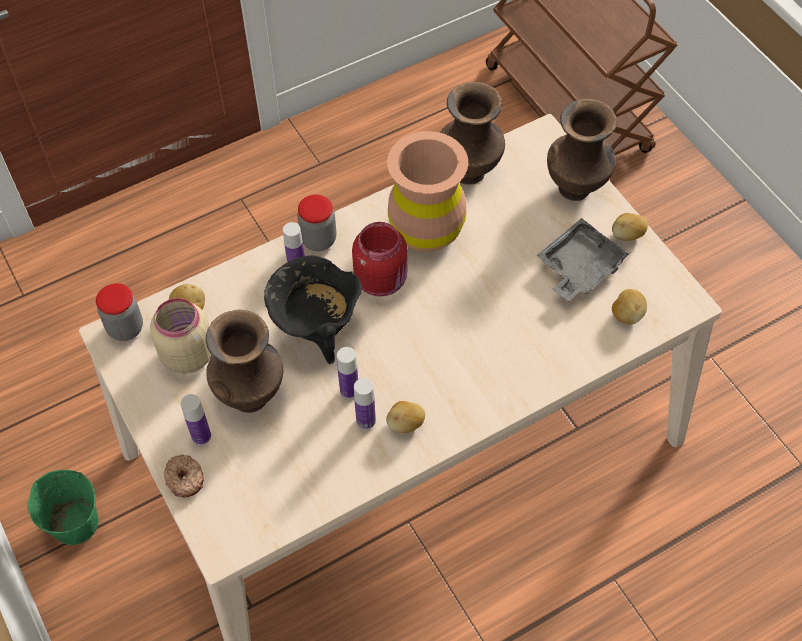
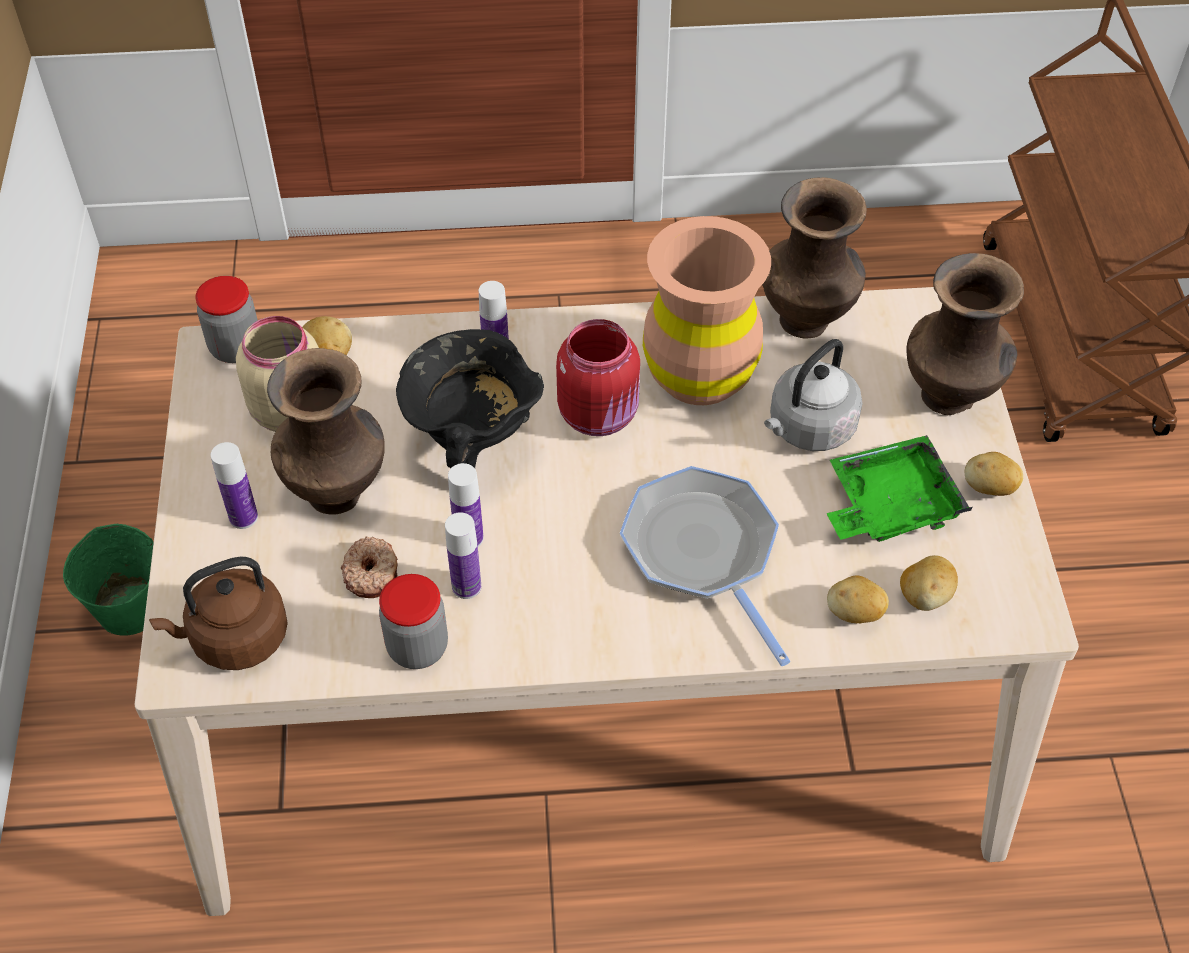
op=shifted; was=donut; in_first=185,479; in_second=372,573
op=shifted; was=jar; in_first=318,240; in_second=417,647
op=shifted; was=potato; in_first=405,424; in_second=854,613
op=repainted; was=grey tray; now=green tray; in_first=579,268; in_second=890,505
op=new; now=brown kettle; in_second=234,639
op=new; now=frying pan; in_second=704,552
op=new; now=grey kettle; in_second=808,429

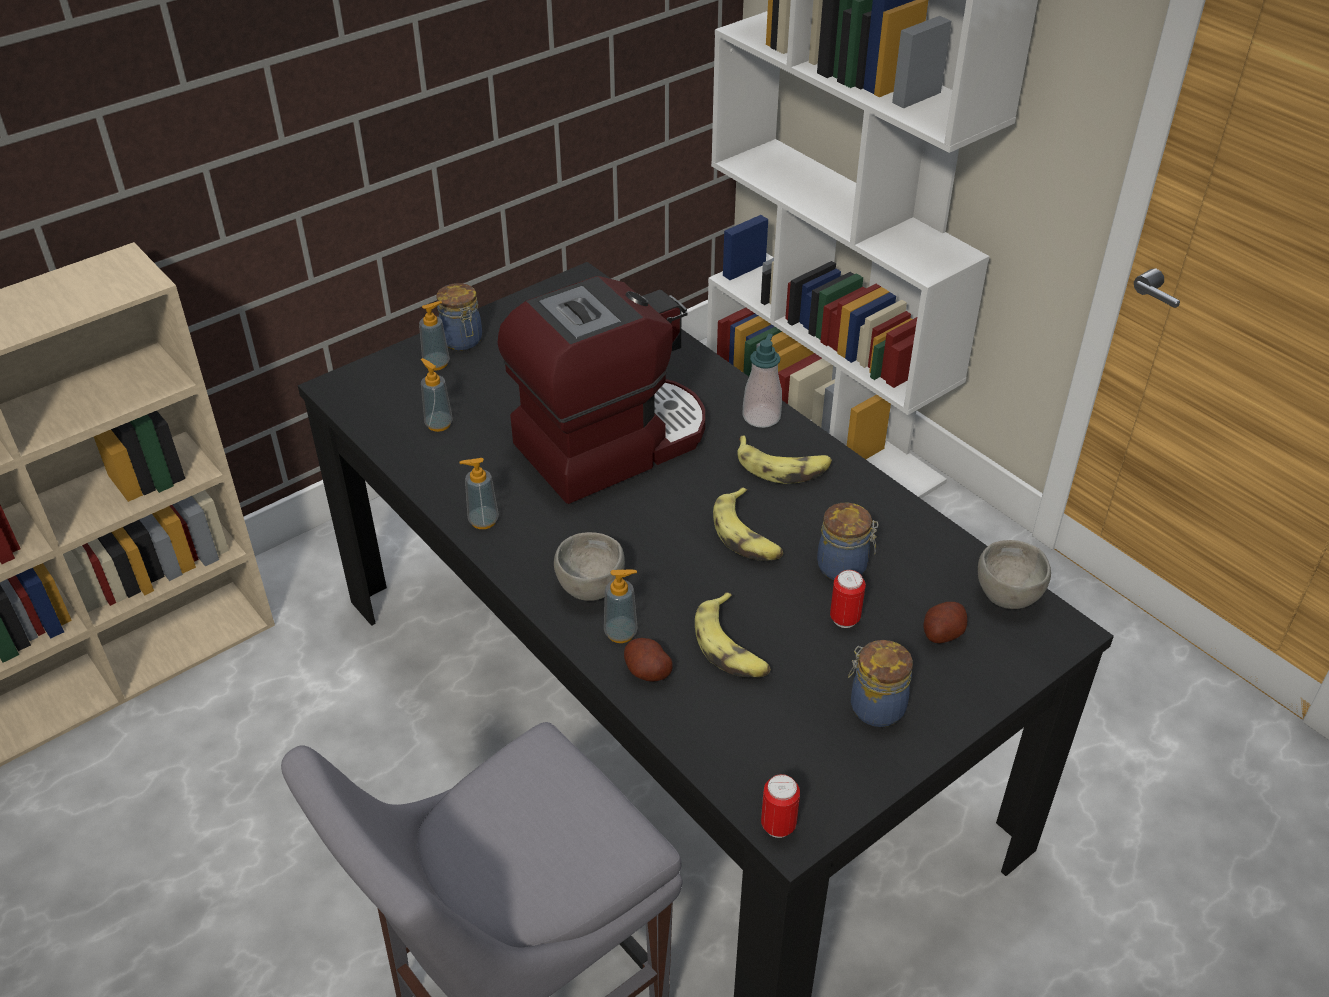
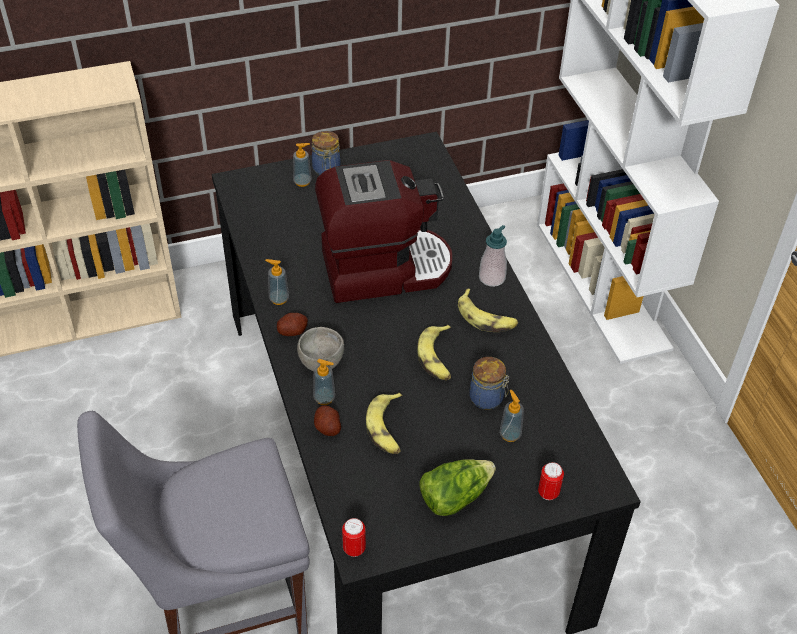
op=shifted; was=soap dispenser; in_first=439,424; in_second=510,434
op=shifted; was=can; in_first=844,619; in_second=548,493
op=swapped; was=jar; now=lettuce; in_first=875,706; in_second=454,496
op=shifted; was=potato; in_first=942,633; in_second=292,331
op=gone; was=grey bowl; in_first=1009,594

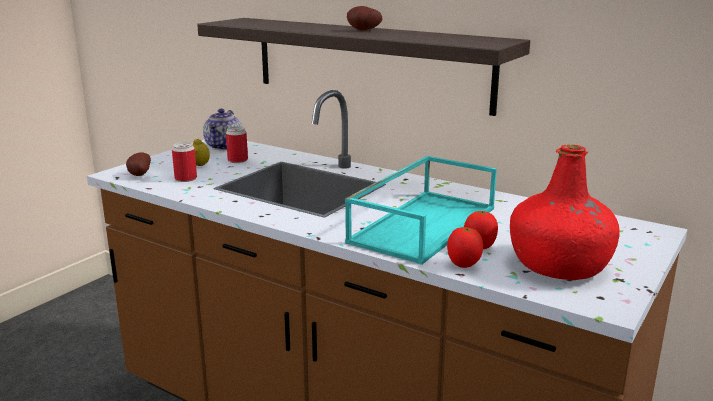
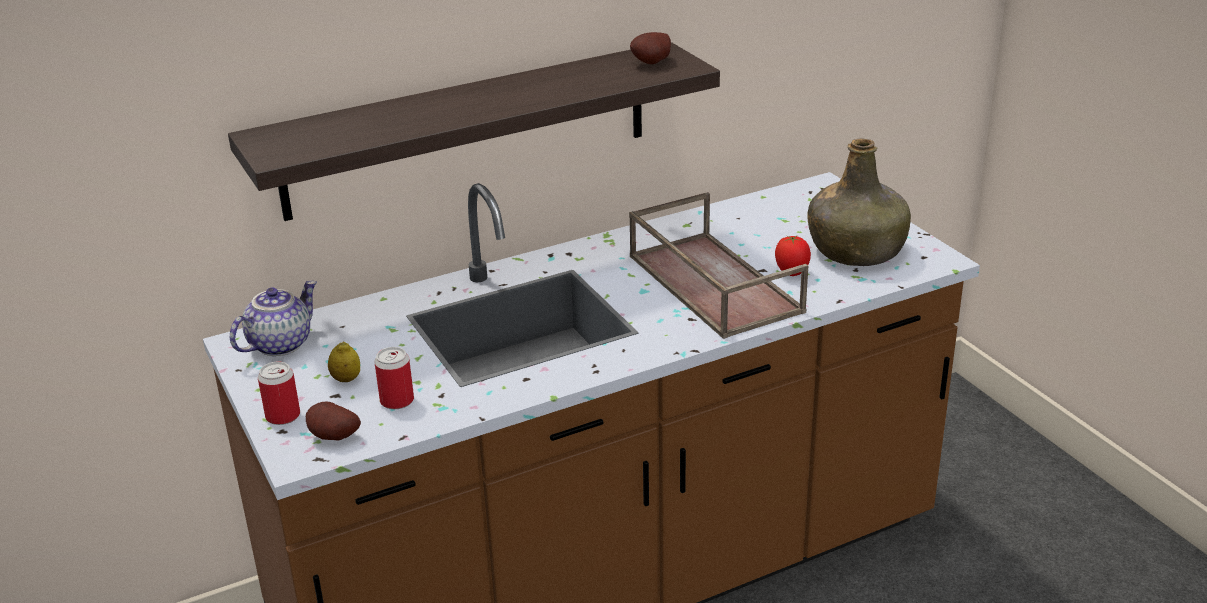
op=rotated; was=teapot; in_first=225,146; in_second=279,344; clockwise=-90
op=shifted; was=can; in_first=238,160; in_second=283,416
op=repainted; was=turquoise tray; now=brown tray; in_first=423,224; in_second=711,283
op=shifted; was=potato; in_first=362,30; in_second=653,63
op=gone; was=tomato; in_first=463,265
op=repainted; was=red bottle; now=green bottle; in_first=560,265; in_second=856,251

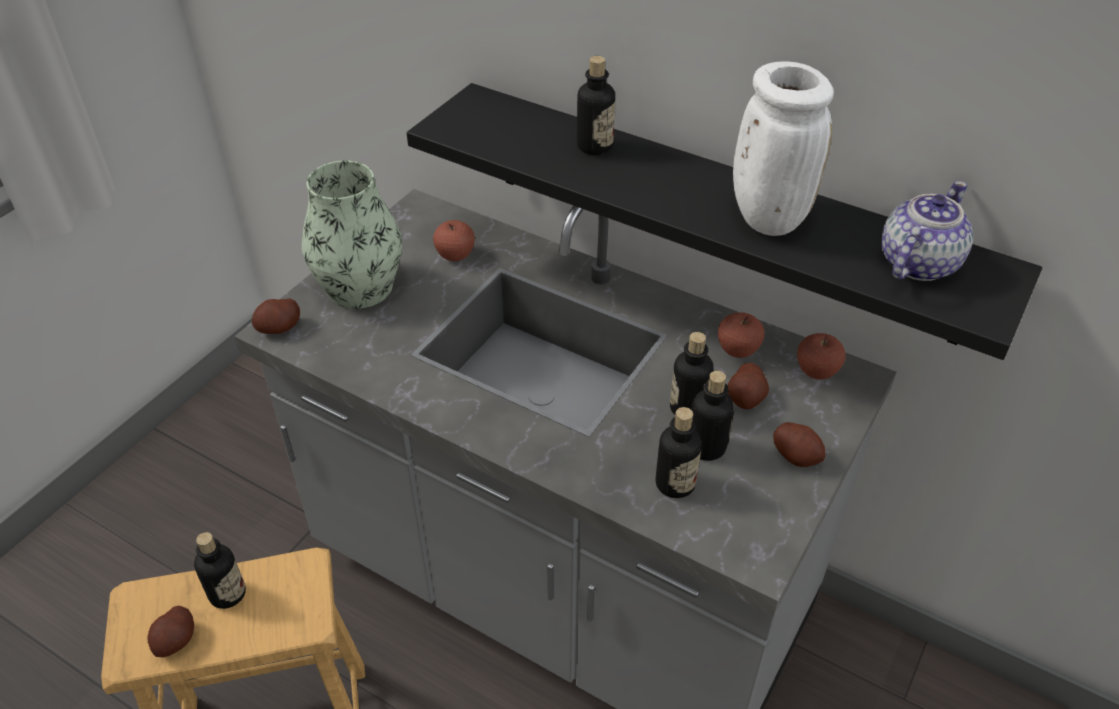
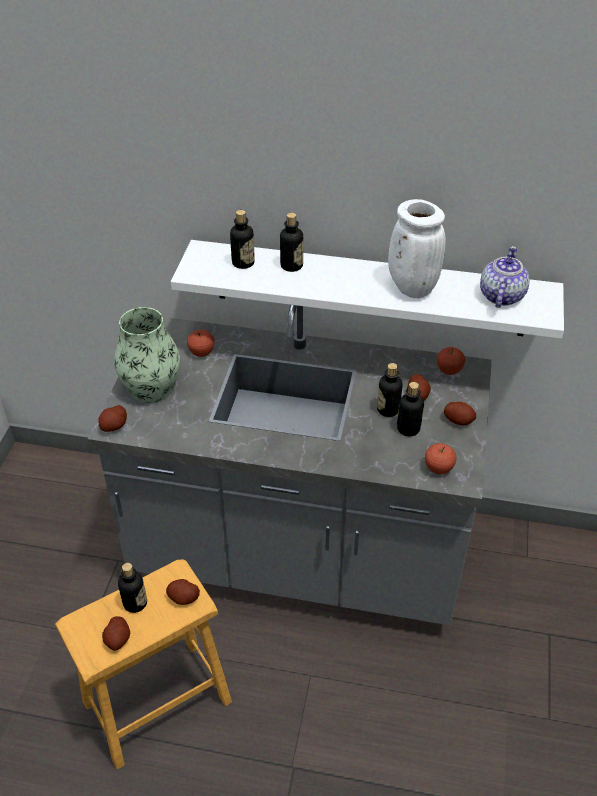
op=repainted; was=black shelf; now=white shelf; in_first=718,210; in_second=369,288
op=shifted; was=bottle; in_first=675,483; in_second=243,263
op=shifted; was=apple; in_first=737,350; in_second=438,468
op=new; now=potato; in_second=183,598

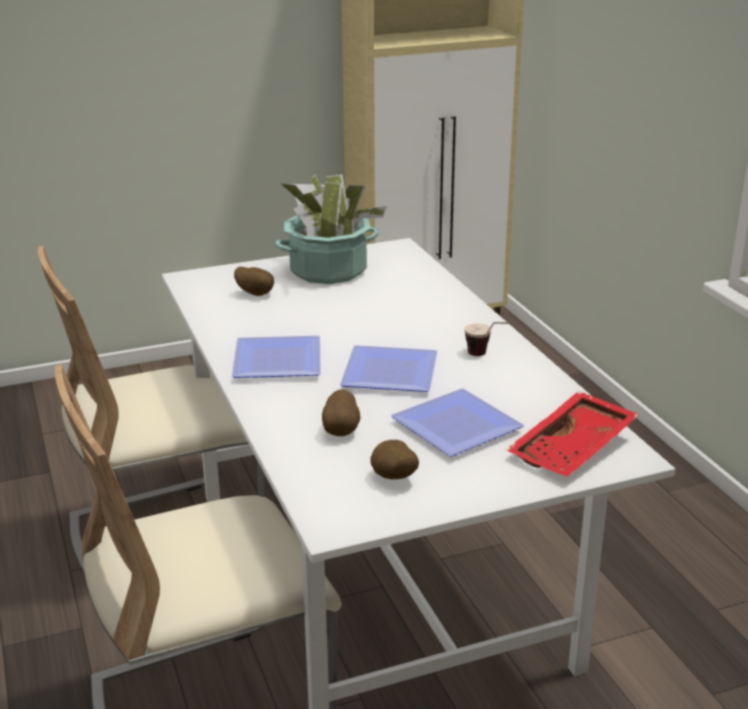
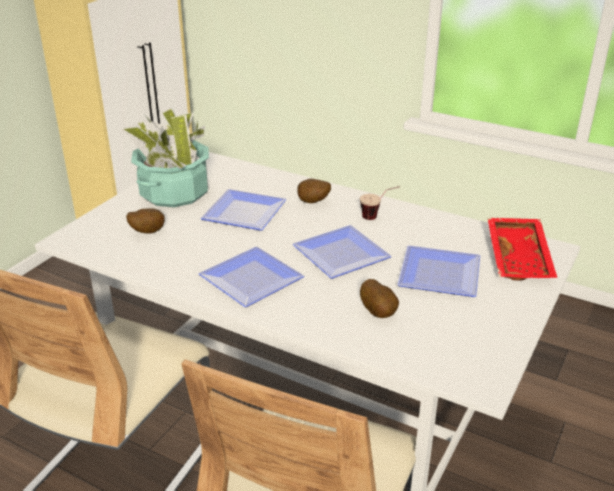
op=shifted; was=potato; in_first=393,479; in_second=313,203
op=new; now=plate; in_second=247,212

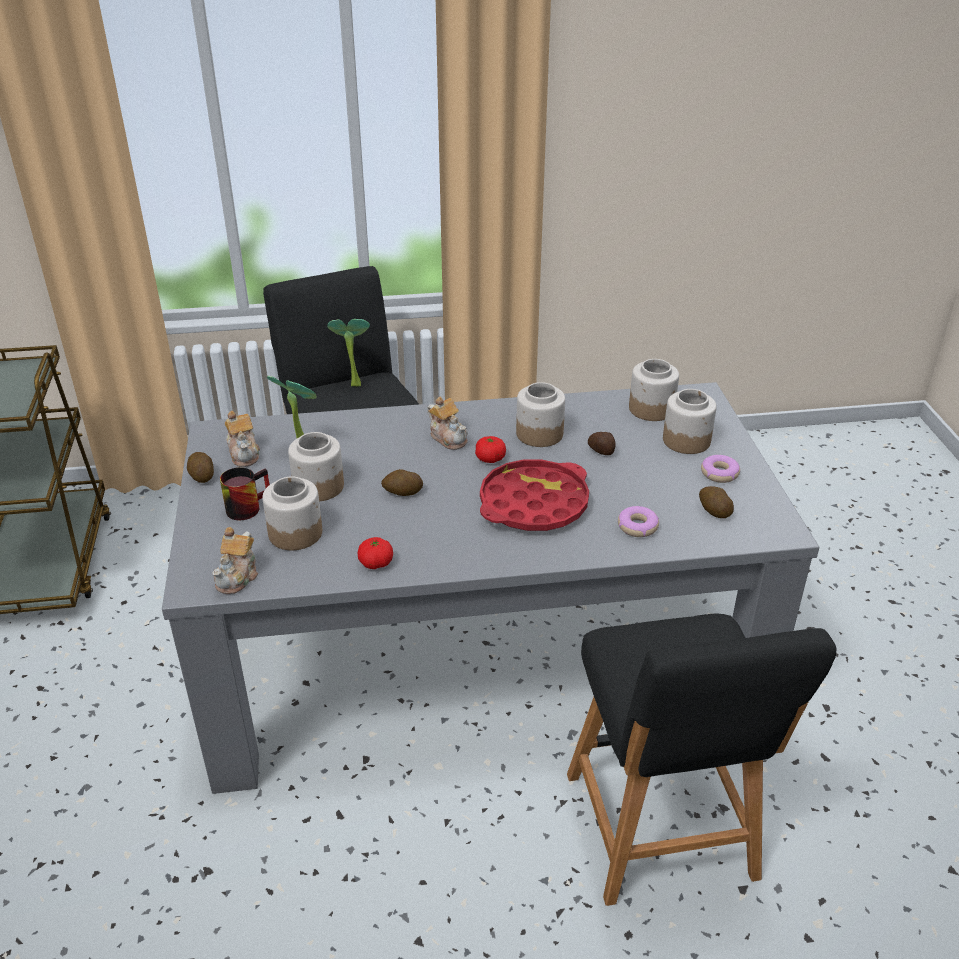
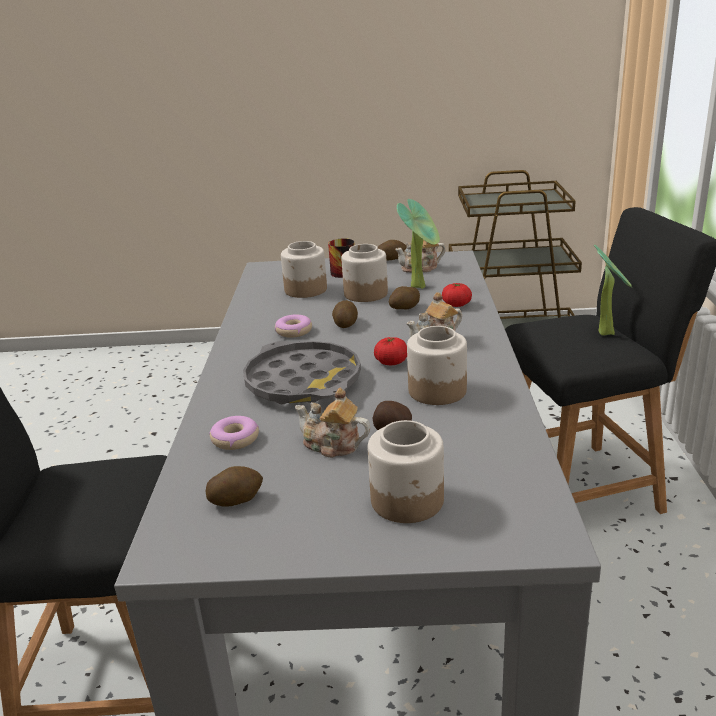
op=shifted; was=teapot; in_first=238,576; in_second=332,445
op=shifted; was=tomato; in_first=376,563; in_second=456,305
op=repainted; was=red tray; now=grey tray; in_first=533,504; in_second=303,382
op=gone; was=jar; in_first=652,409
op=shifted; was=donut; in_first=719,473; in_second=294,331
op=new; now=potato; in_second=404,308

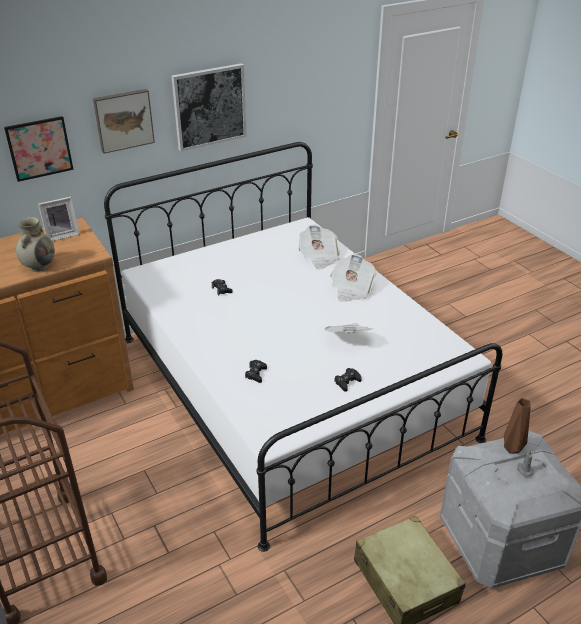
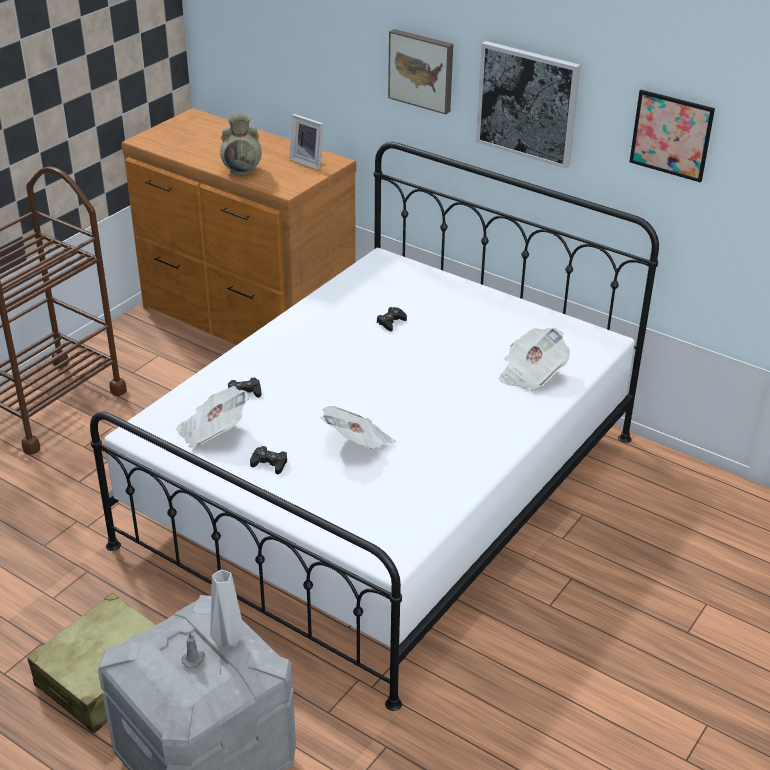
op=shifted; was=picture; in_first=39,148; in_second=671,135
op=shifted; was=newspaper; in_first=351,289; in_second=213,432
op=repainted; was=brown vase; now=grey vase; in_first=512,448; in_second=229,641

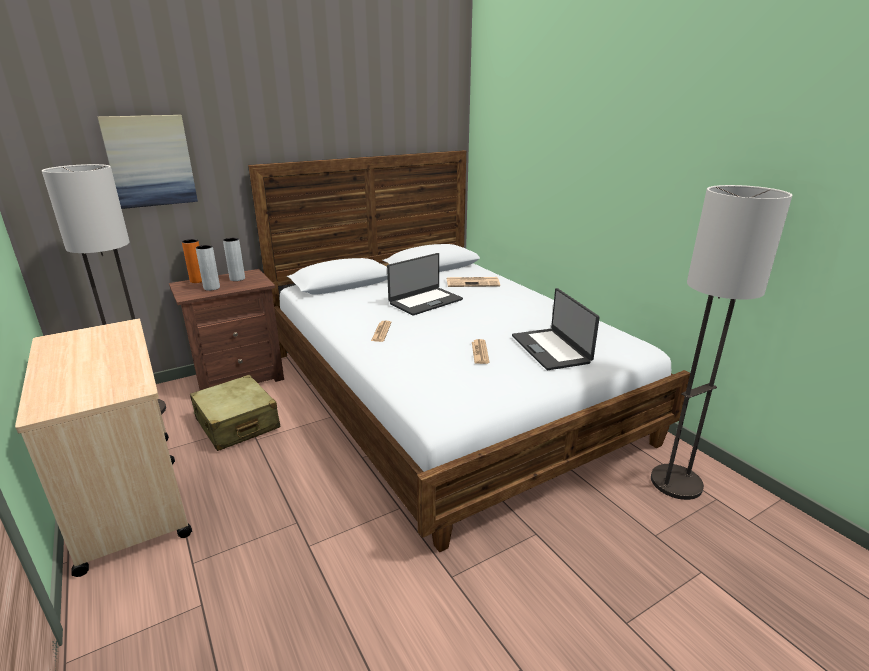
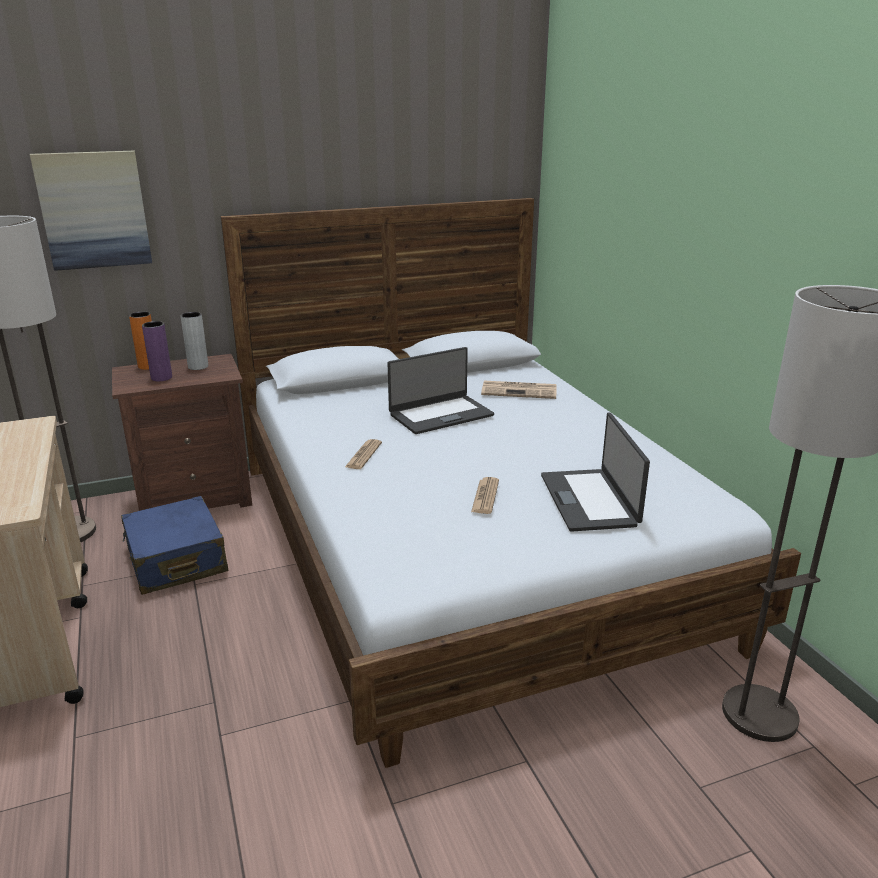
op=repainted; was=beige suitcase; now=blue suitcase; in_first=237,424; in_second=176,561
op=repainted; was=grey vase; now=purple vase; in_first=211,288; in_second=161,378

